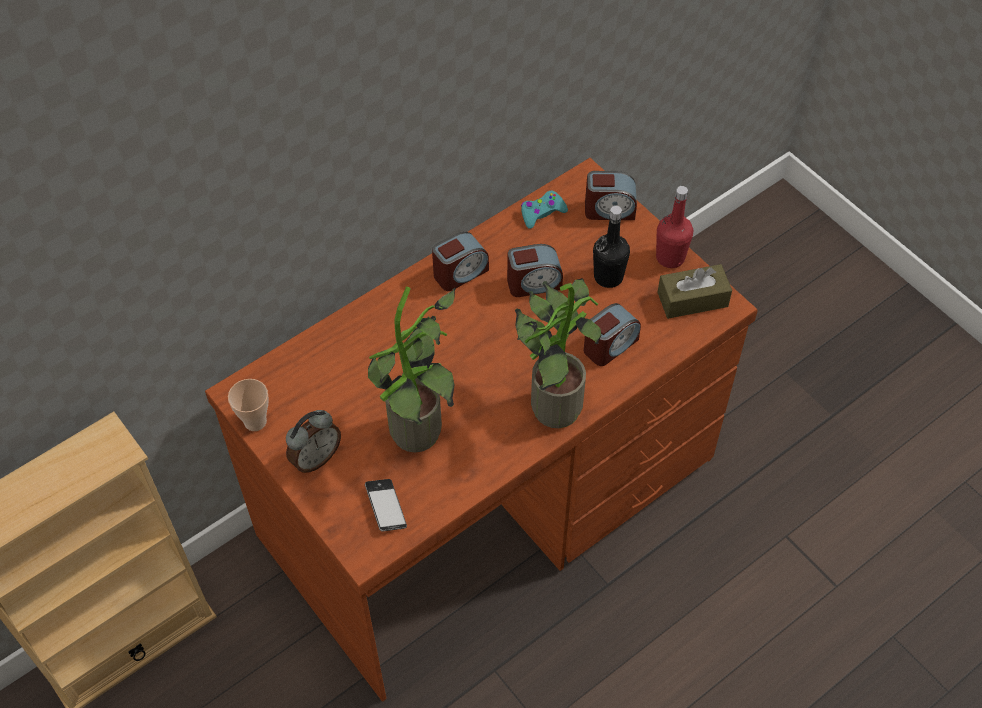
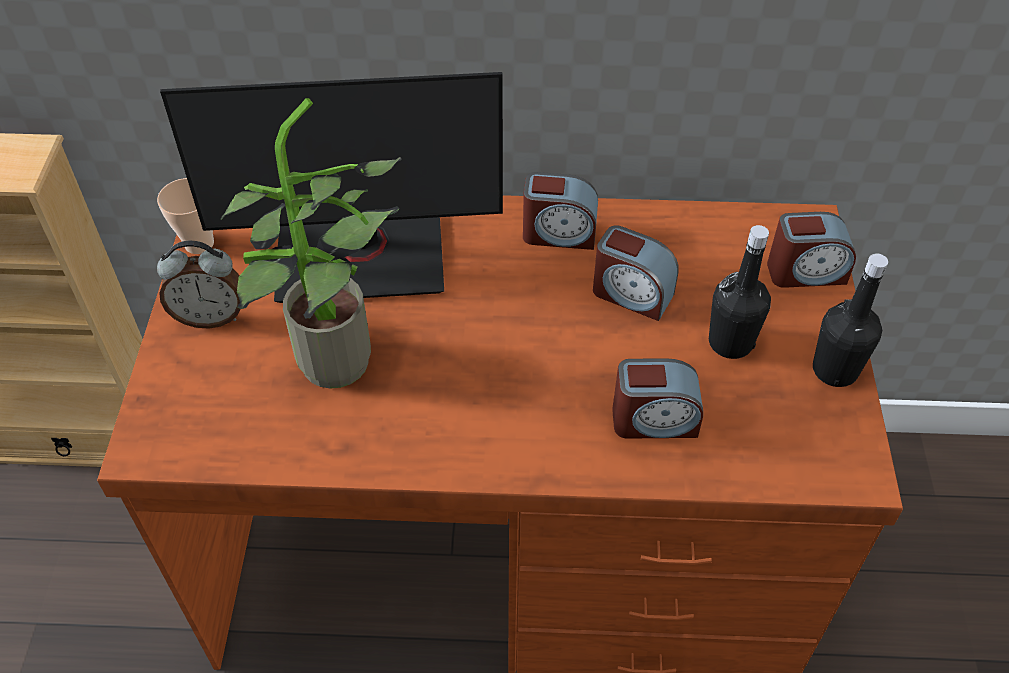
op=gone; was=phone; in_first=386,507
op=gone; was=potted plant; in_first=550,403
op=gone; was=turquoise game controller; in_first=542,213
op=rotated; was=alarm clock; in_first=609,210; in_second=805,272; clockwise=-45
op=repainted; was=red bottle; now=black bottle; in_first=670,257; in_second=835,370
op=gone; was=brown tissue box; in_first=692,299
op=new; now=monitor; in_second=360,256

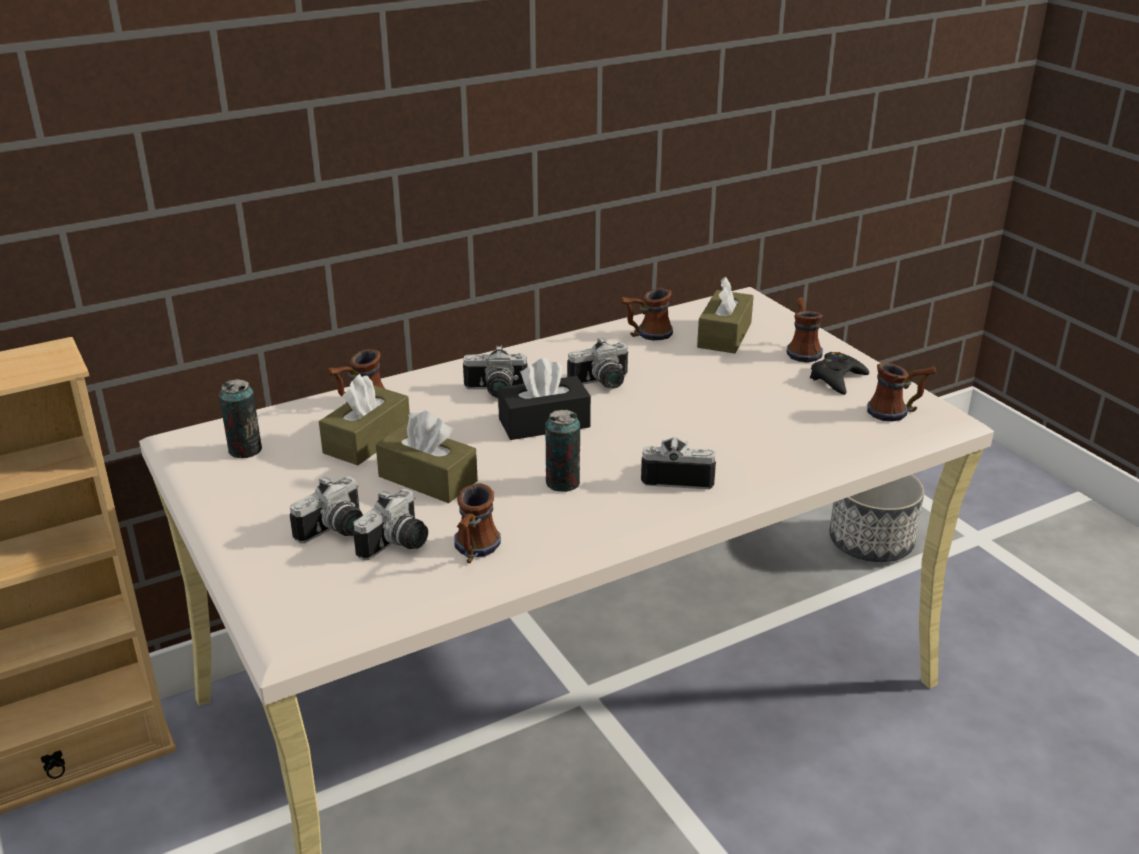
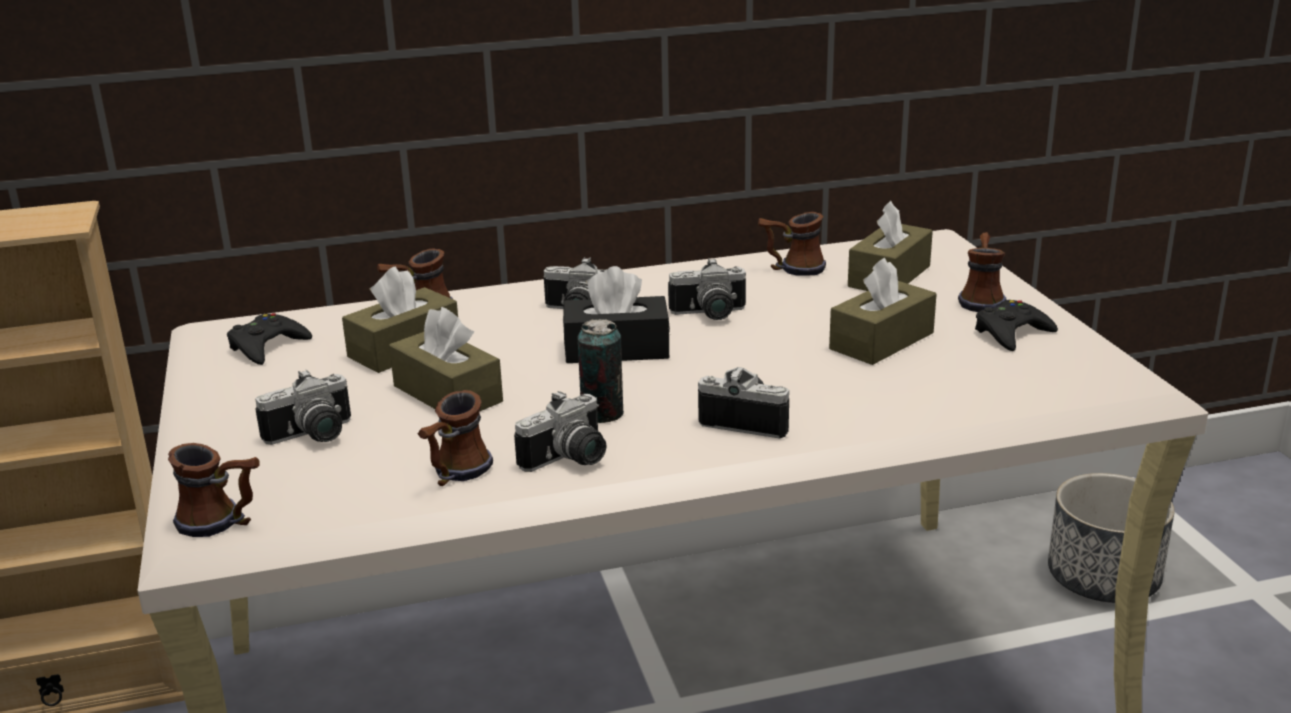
op=swapped; was=can; now=black game controller; in_first=245,450; in_second=267,346
op=shifted; was=photo camera; in_first=398,545; in_second=570,460
op=shifted; was=mug; in_first=897,412; in_second=223,523
op=new; now=brown tissue box; in_second=881,341

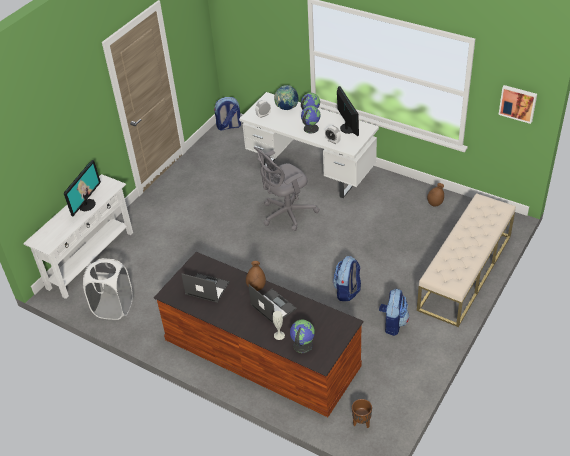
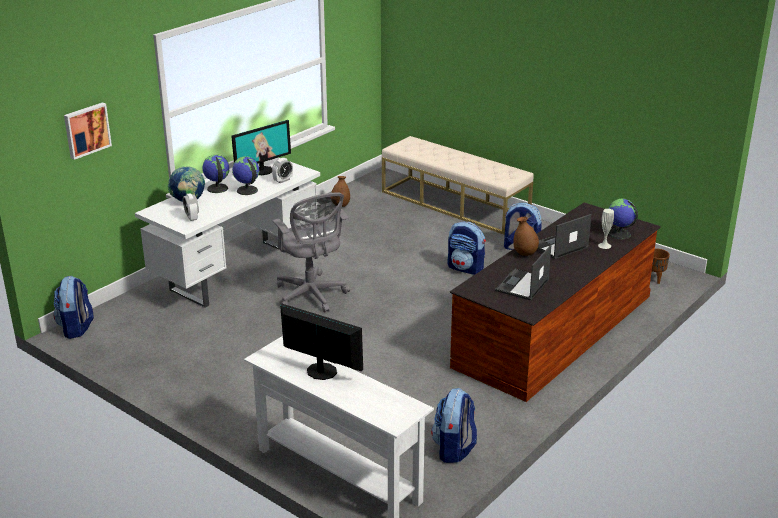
op=swapped; was=white laundry basket; now=backpack; in_first=113,307; in_second=454,449
op=rotated; was=monitor; in_first=347,128; in_second=262,170; clockwise=150
op=shifted; was=picture; in_first=518,103; in_second=86,130

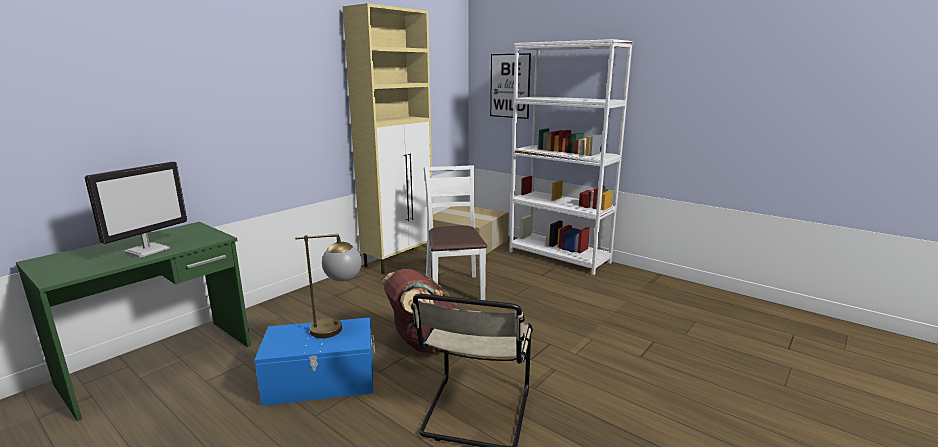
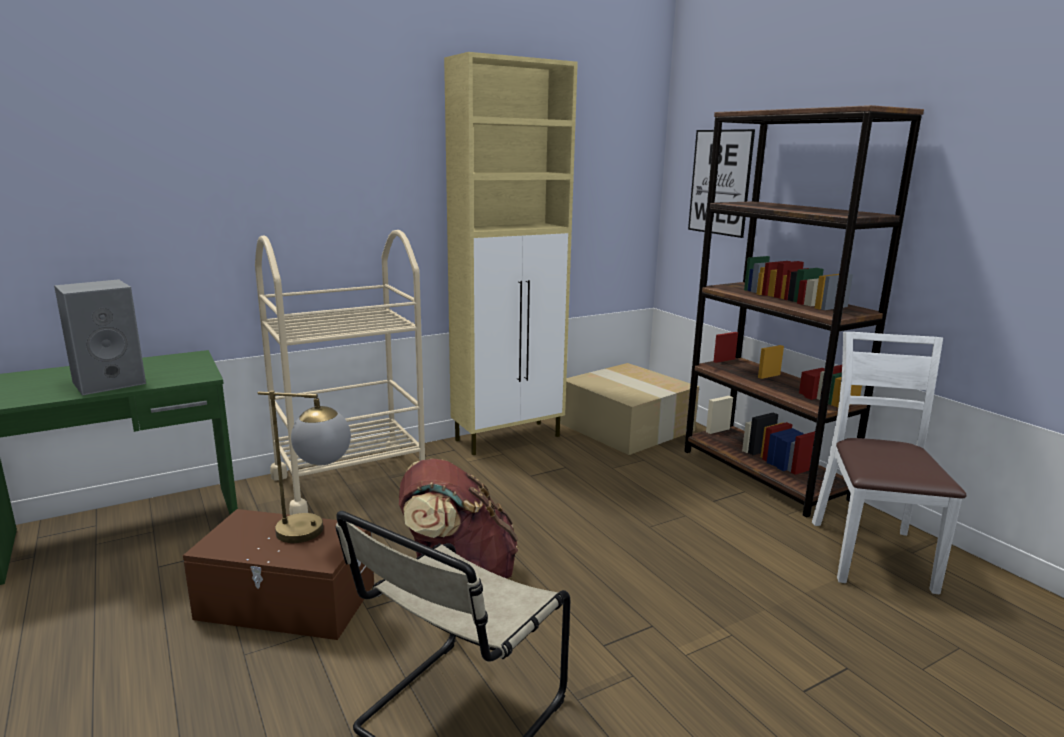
op=swapped; was=monitor; now=grey speaker; in_first=148,250; in_second=110,382
op=repainted; was=blue storage box; now=brown storage box; in_first=321,381; in_second=286,602
op=shifted; was=white chair; in_first=454,289; in_second=871,554
op=repainted; was=white bookcase; now=brown bookcase; in_first=559,257; in_second=763,474
op=new; now=beige cart; in_second=350,482

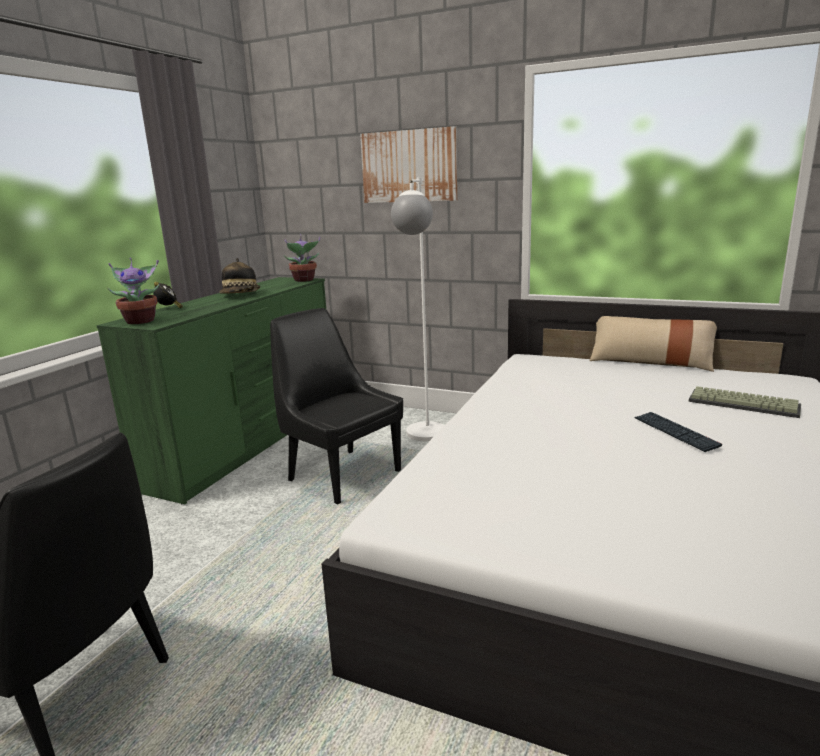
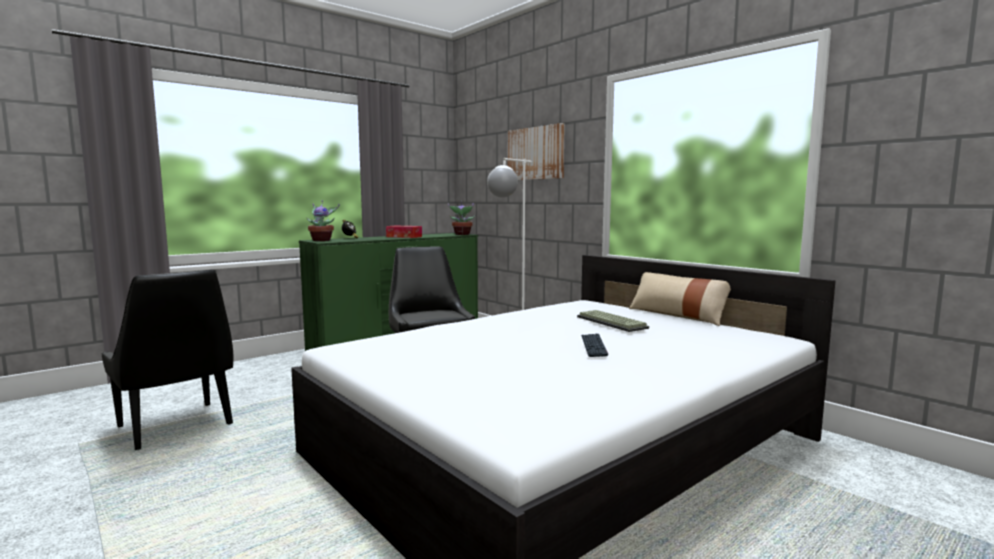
op=swapped; was=hat; now=tissue box; in_first=241,295; in_second=404,237
op=shifted; was=keyboard; in_first=744,403; in_second=613,322

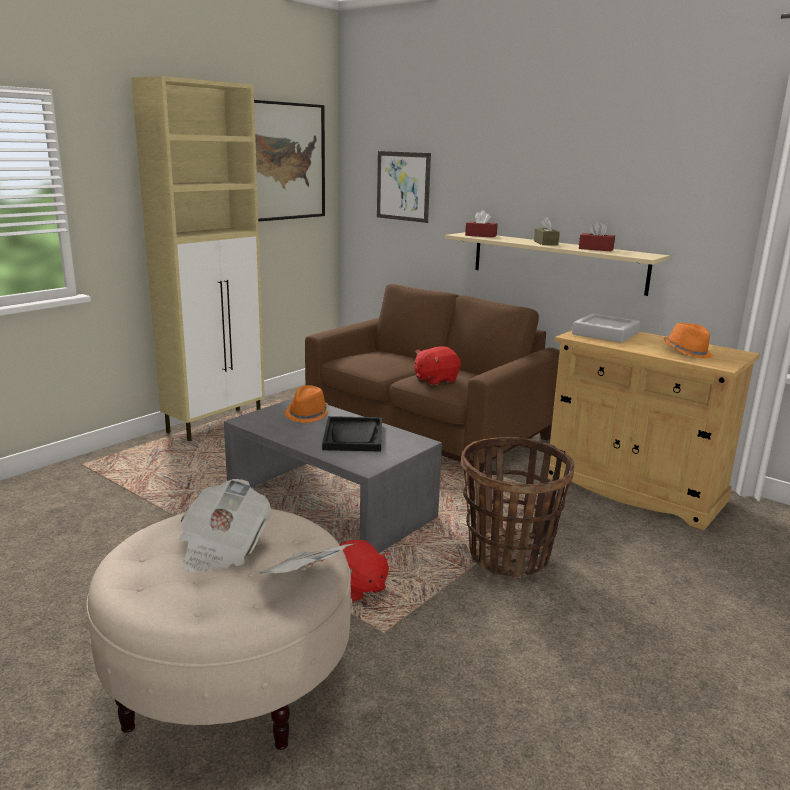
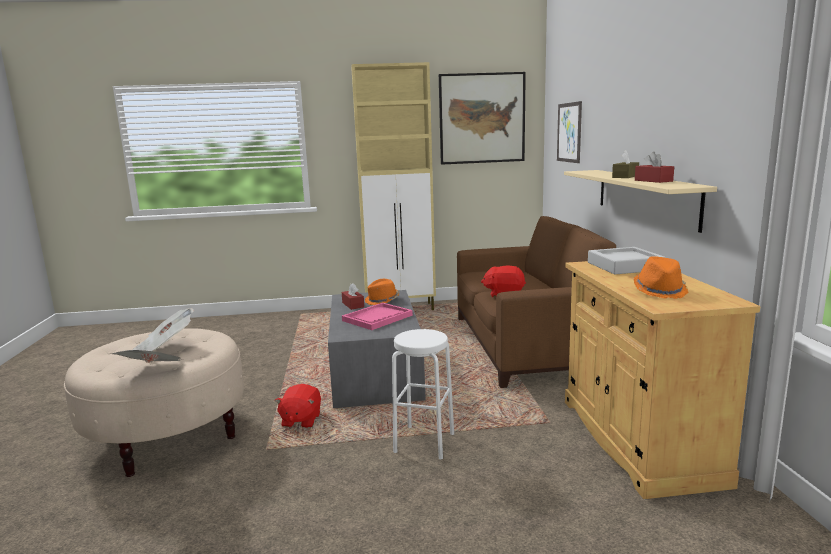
op=repainted; was=black tray; now=pink tray; in_first=353,436; in_second=377,318
op=swapped; was=basket; now=white stool; in_first=509,555; in_second=424,442
op=shifted; was=red tissue box; in_first=481,235; in_second=353,305

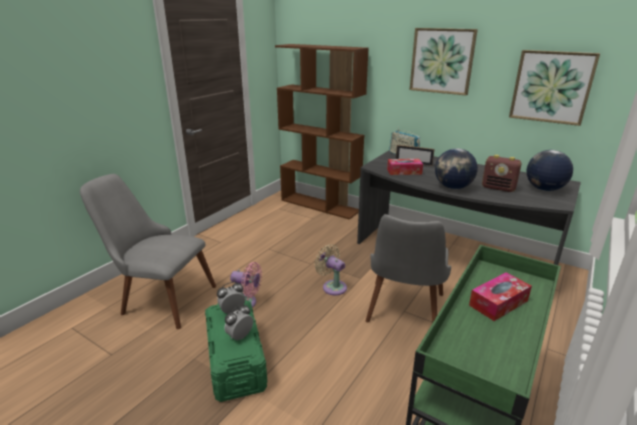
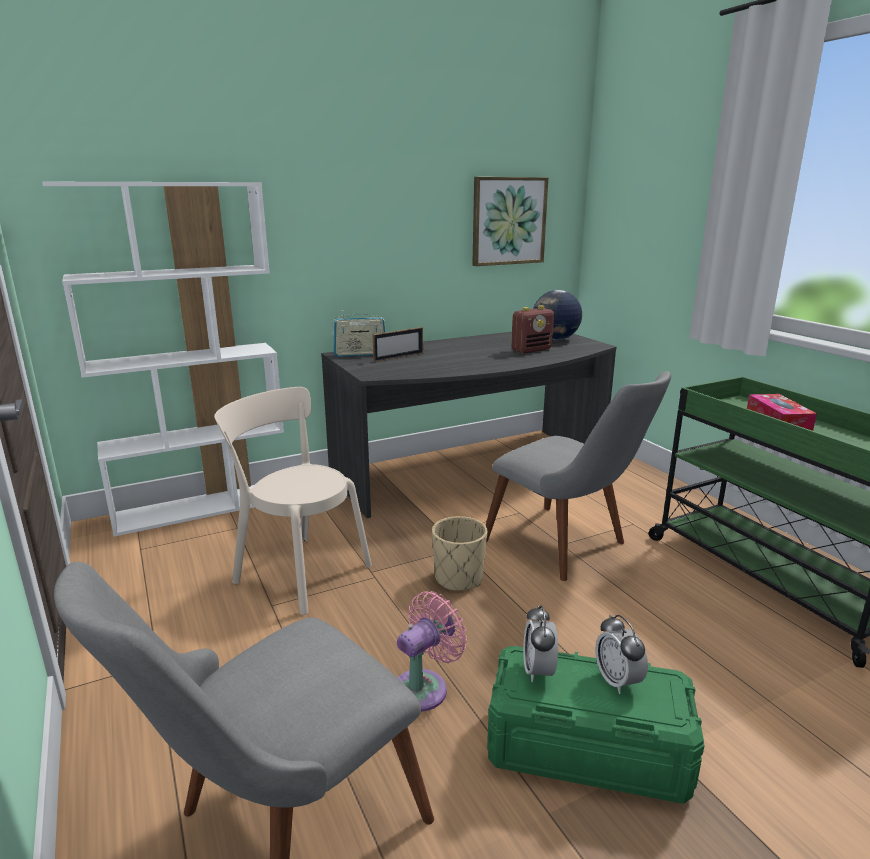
op=repainted; was=brown bookcase; now=white bookcase; in_first=320,205; in_second=204,506
op=swapped; was=beige fan; now=beige planter; in_first=332,286; in_second=459,578
op=gone; was=tissue box; in_first=404,171
op=gone; was=picture; in_first=442,61
op=gone; was=globe; in_first=453,187
op=new; now=beige chair; in_second=298,571

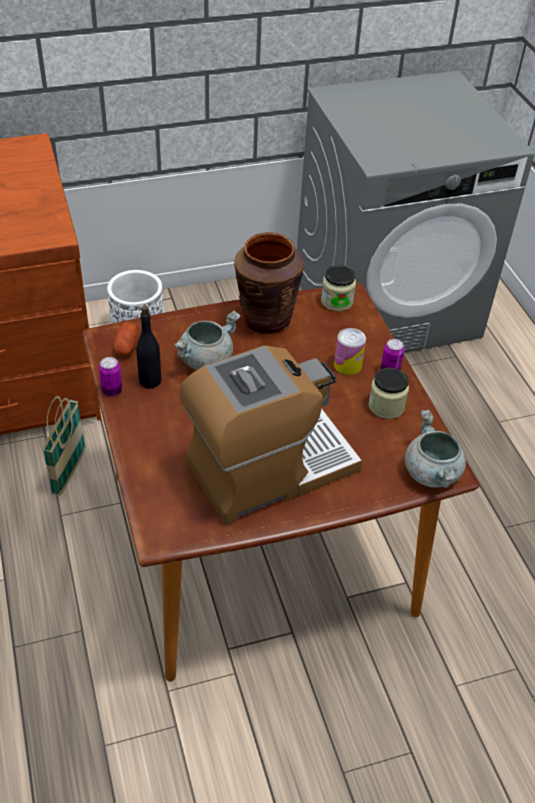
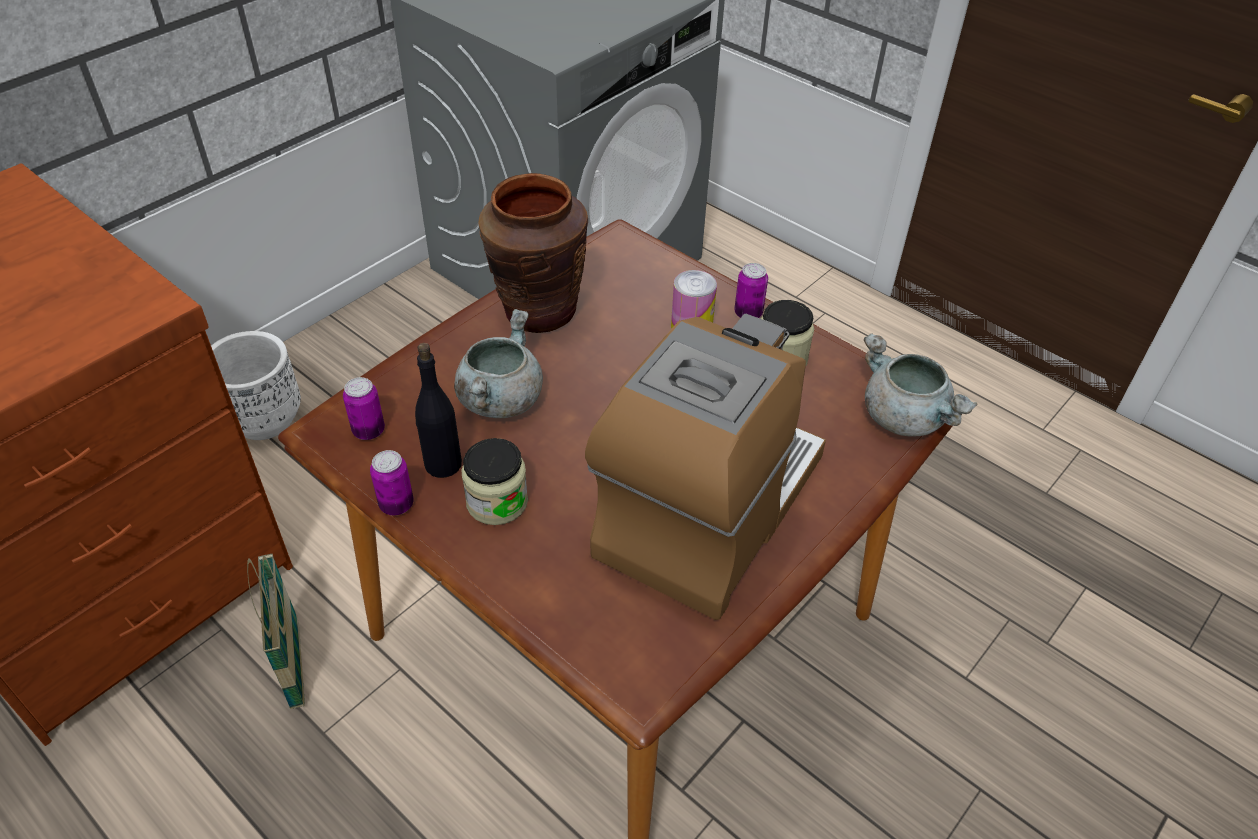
op=swapped; was=potato; now=can; in_first=126,347; in_second=369,431
op=shifted; was=jar; in_first=337,301; in_second=497,502

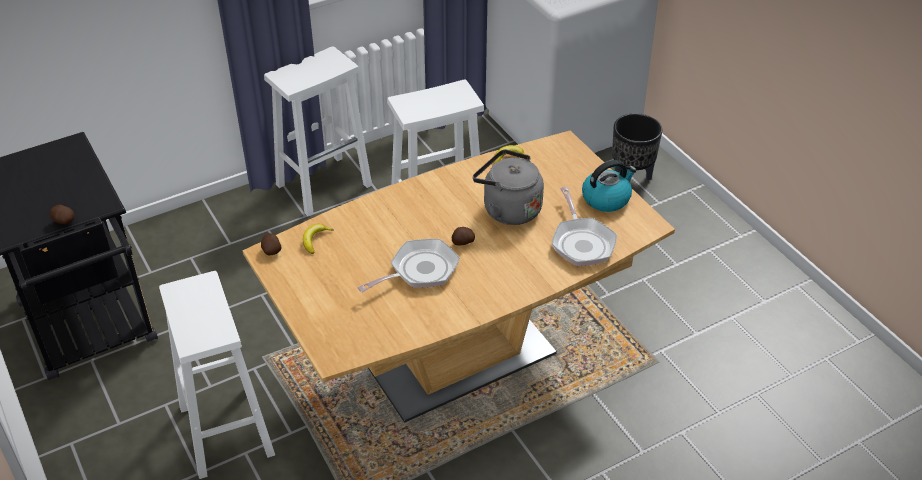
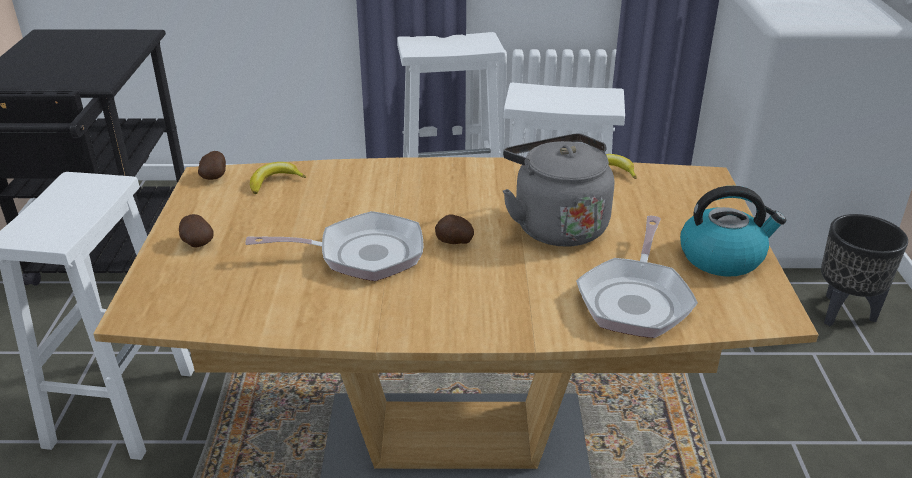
op=shifted; was=potato; in_first=63,221; in_second=196,243

